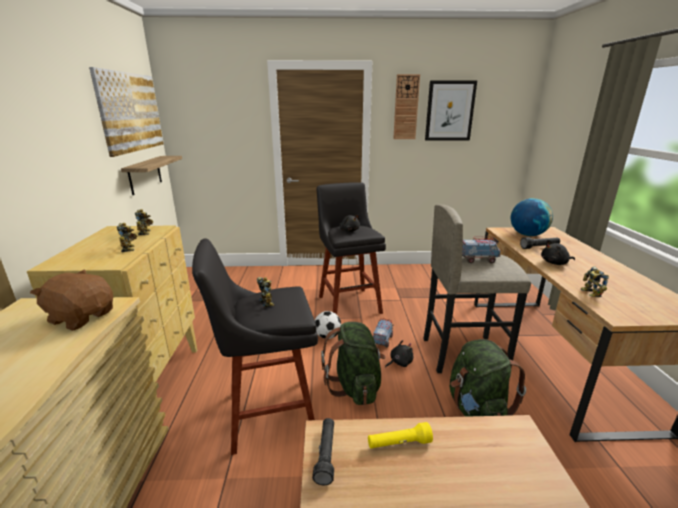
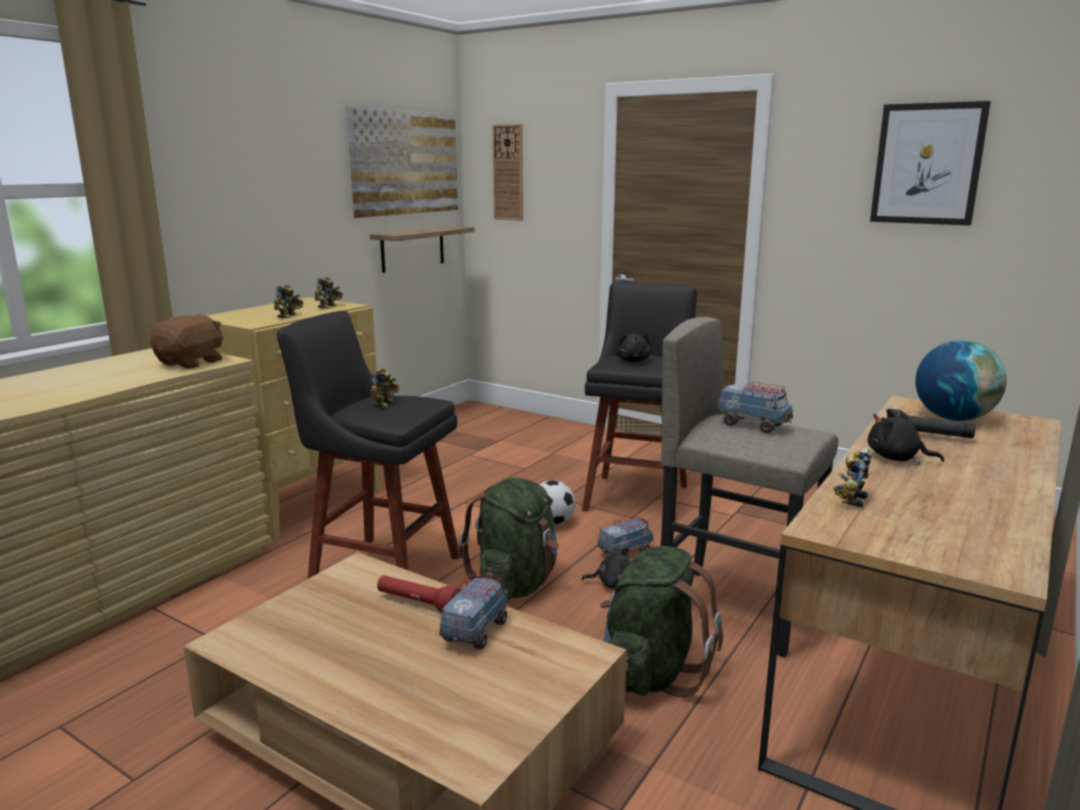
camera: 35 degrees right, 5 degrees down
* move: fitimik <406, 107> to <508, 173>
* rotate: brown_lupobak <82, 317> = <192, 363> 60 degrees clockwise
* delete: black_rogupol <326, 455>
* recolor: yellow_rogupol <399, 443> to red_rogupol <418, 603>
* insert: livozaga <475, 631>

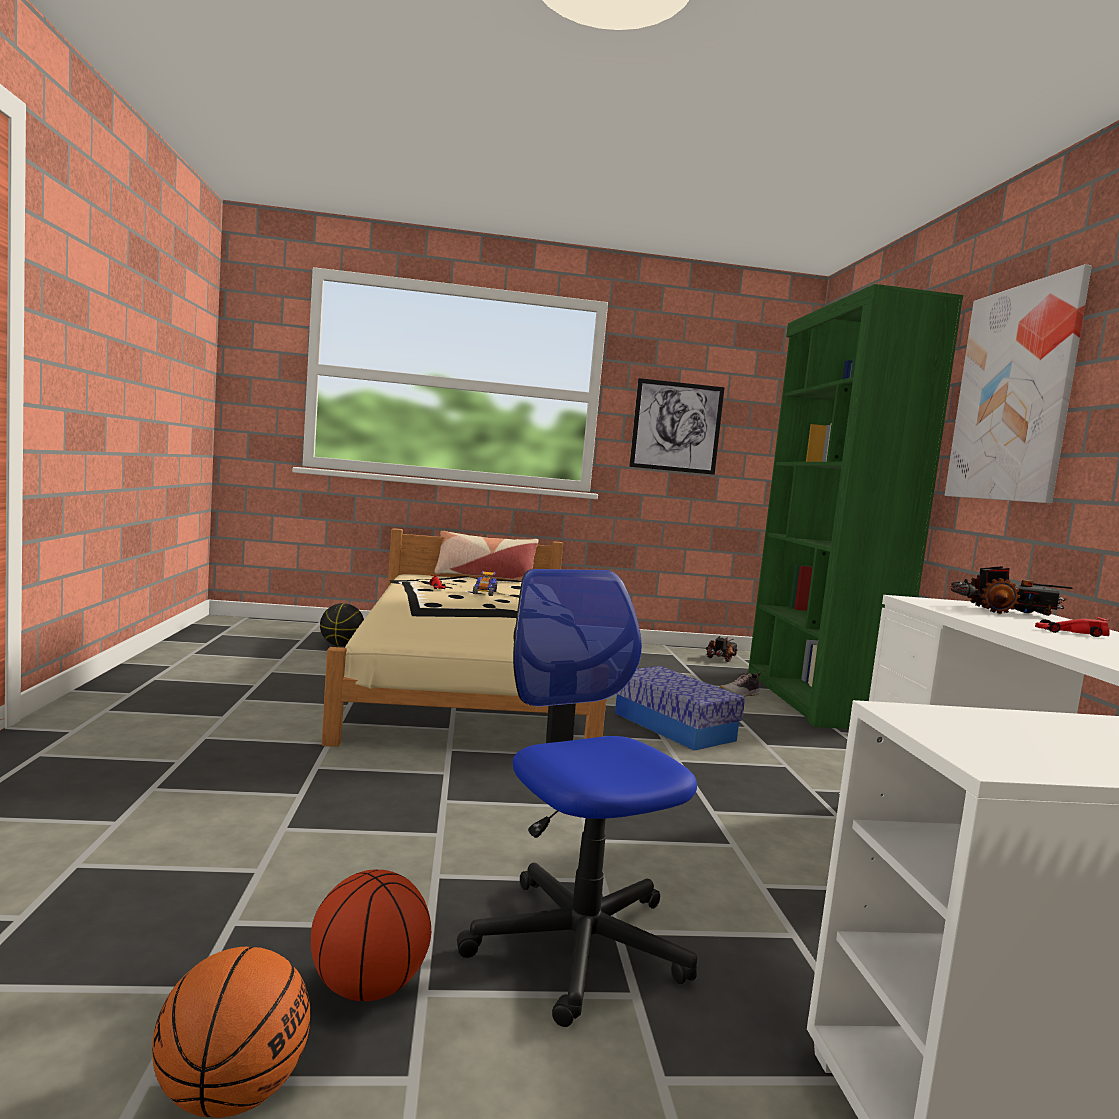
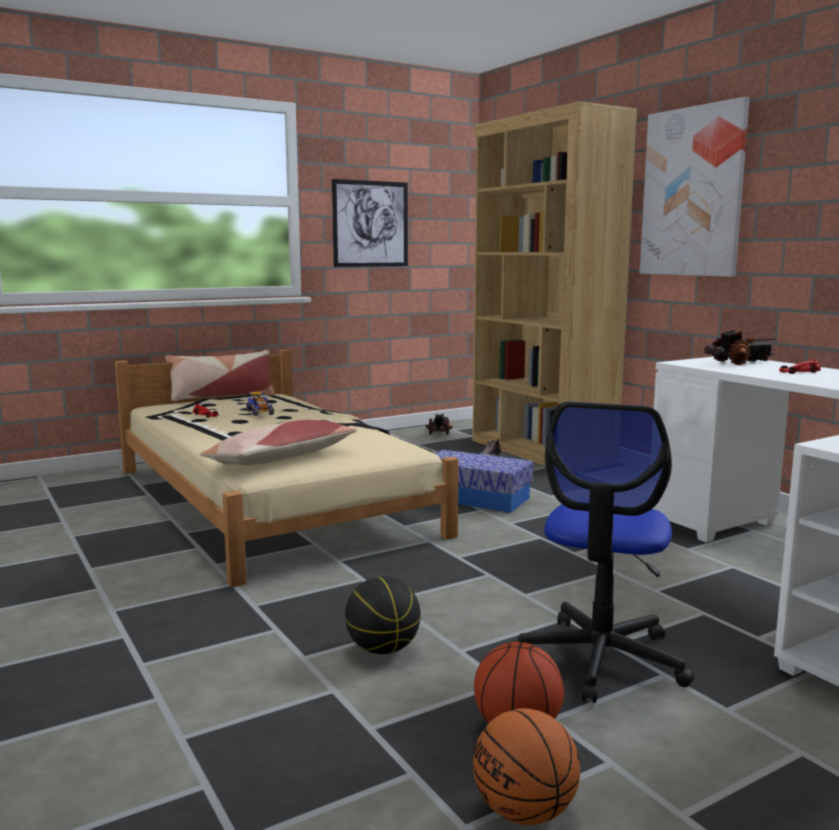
camera: 25 degrees left, 5 degrees up
* recolor: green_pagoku <813, 699> to brown_pagoku <540, 452>
* rotate: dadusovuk <578, 943> = <600, 659> 105 degrees counterclockwise
* move: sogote <341, 645> to <383, 649>
* insert: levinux <281, 459>

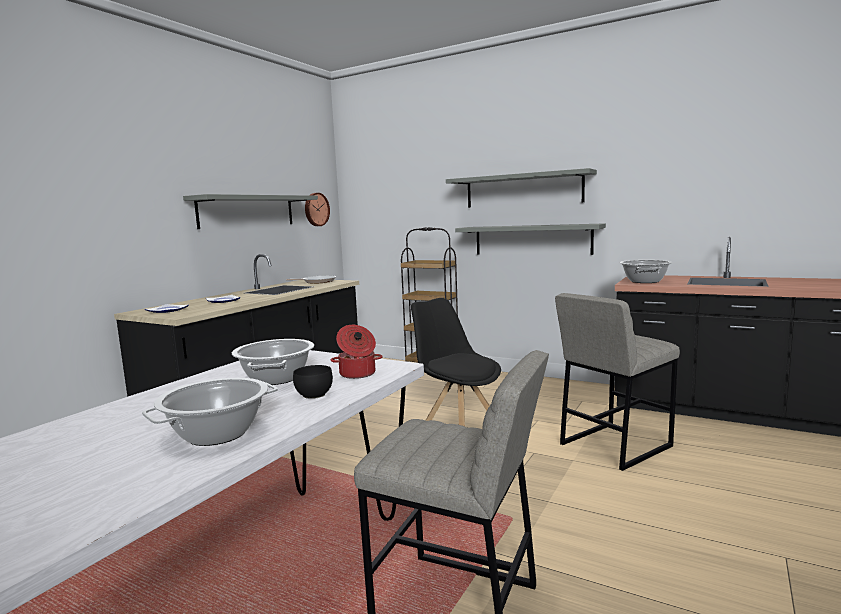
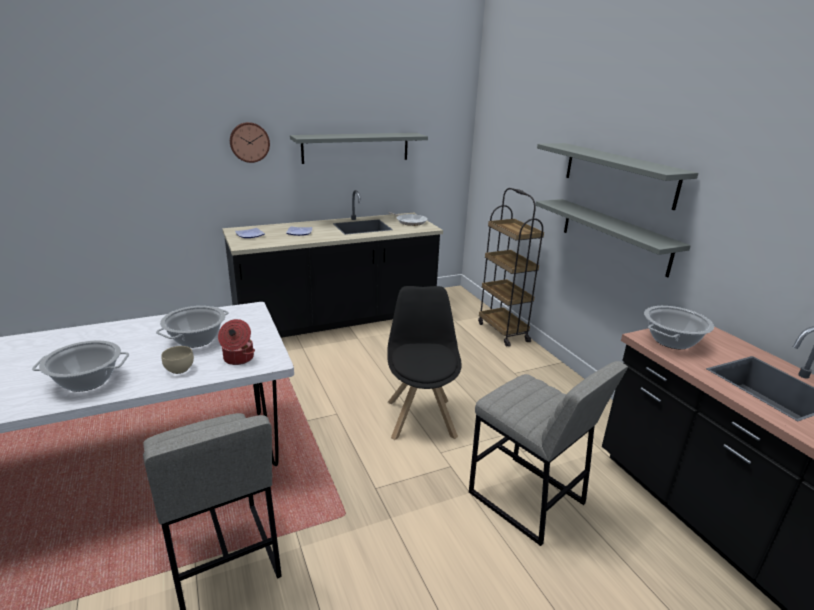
camera: 35 degrees right, 15 degrees up
* move: fitimik <316, 209> to <249, 142>
* rotate: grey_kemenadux <613, 446> = <529, 499> 135 degrees counterclockwise
* recolor: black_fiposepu <313, 396> to beige_fiposepu <178, 370>

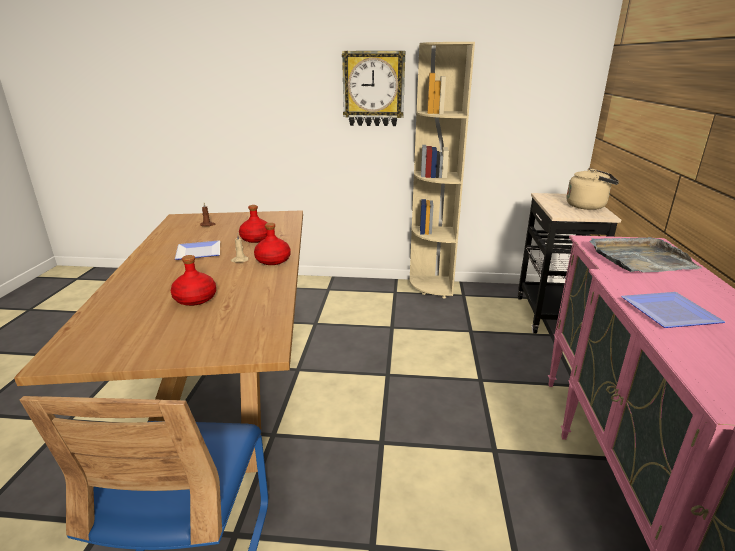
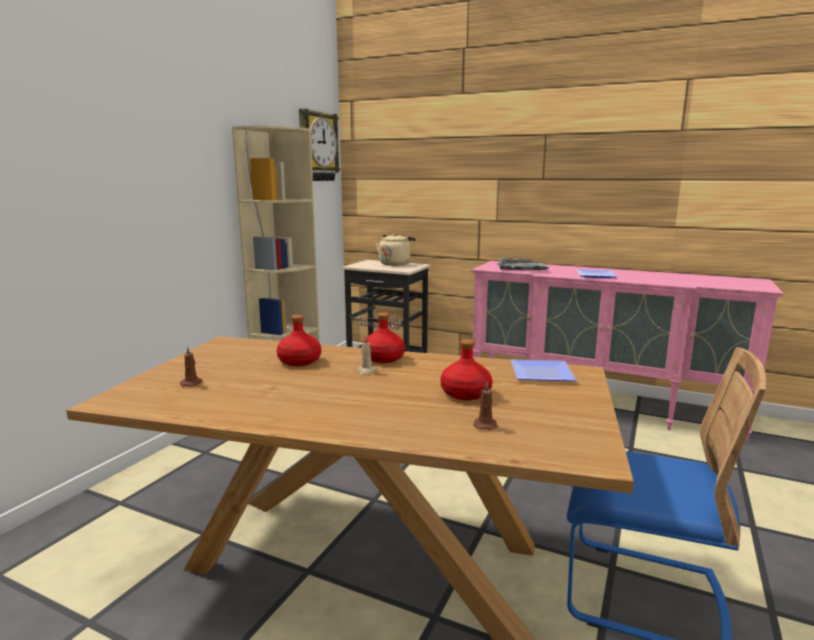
camera: 70 degrees left, 10 degrees down
* move: fitimik <373, 89> to <317, 146>
* move: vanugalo <197, 252> to <540, 374>
* insert: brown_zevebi <485, 425>

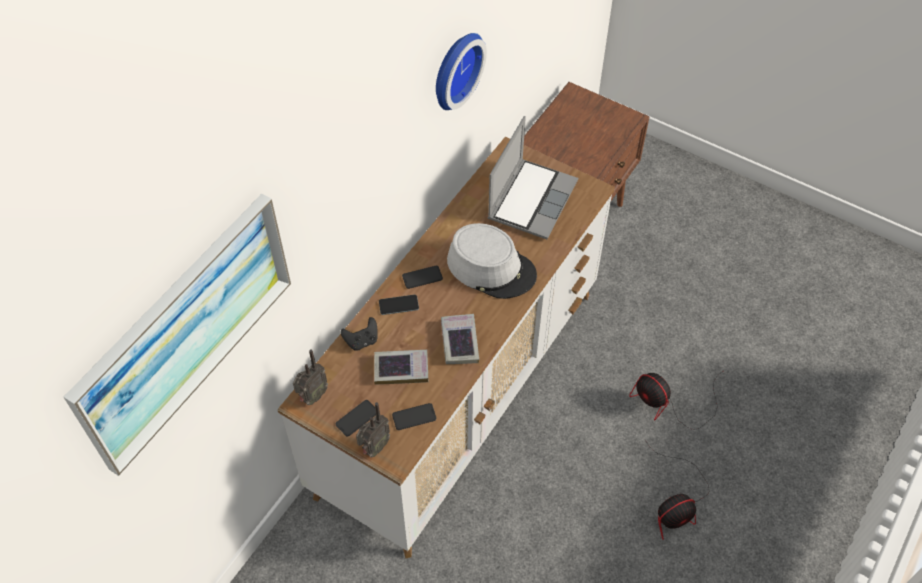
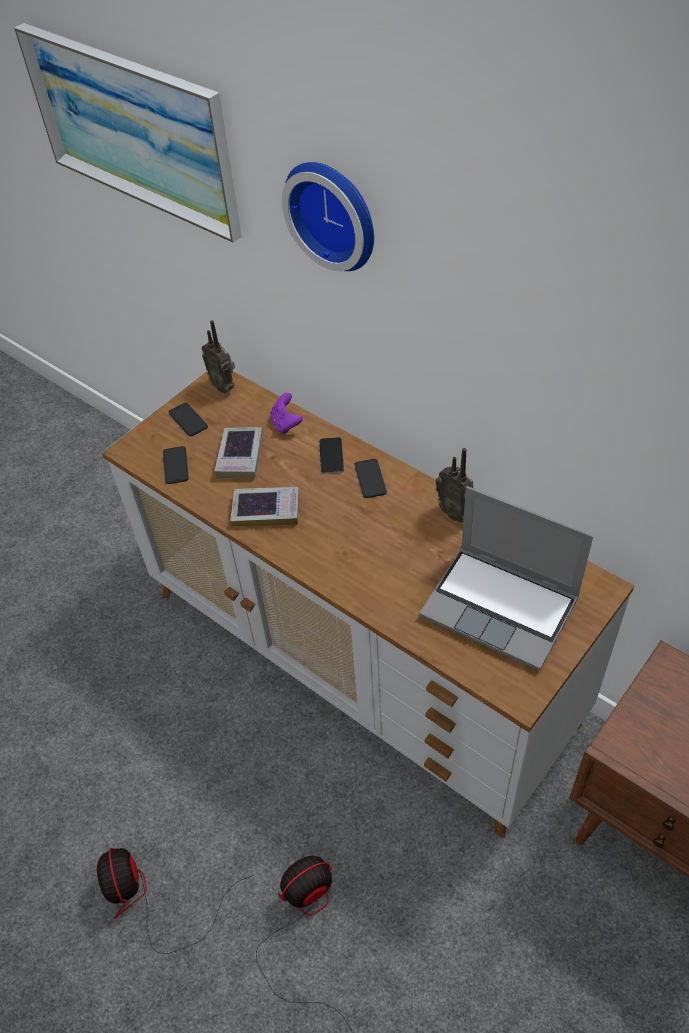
camera: 100 degrees right, 5 degrees down
* move: fitimik <454, 69> to <335, 213>
* delete: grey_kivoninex <491, 268>
* recolor: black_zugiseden <362, 341> to purple_zugiseden <286, 424>
* move: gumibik <374, 448> to <455, 512>

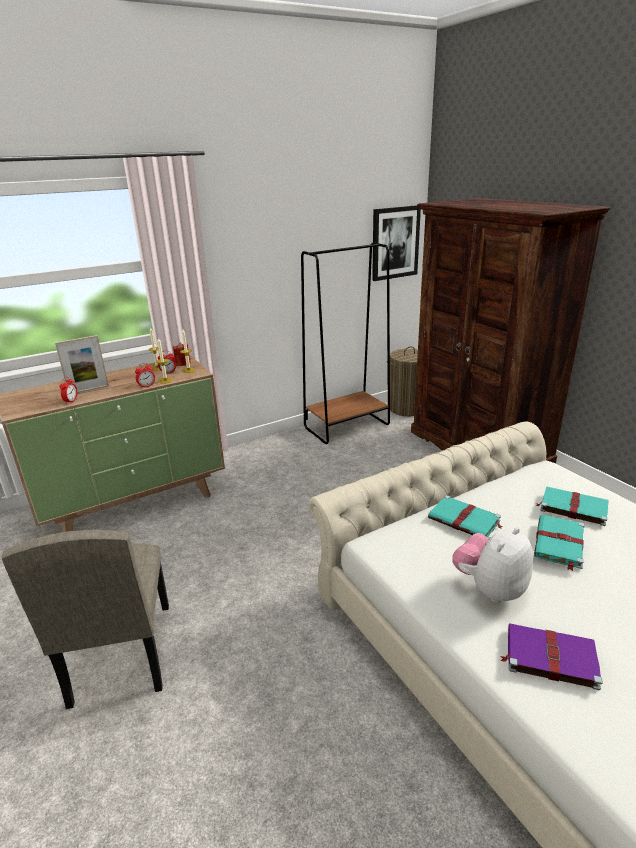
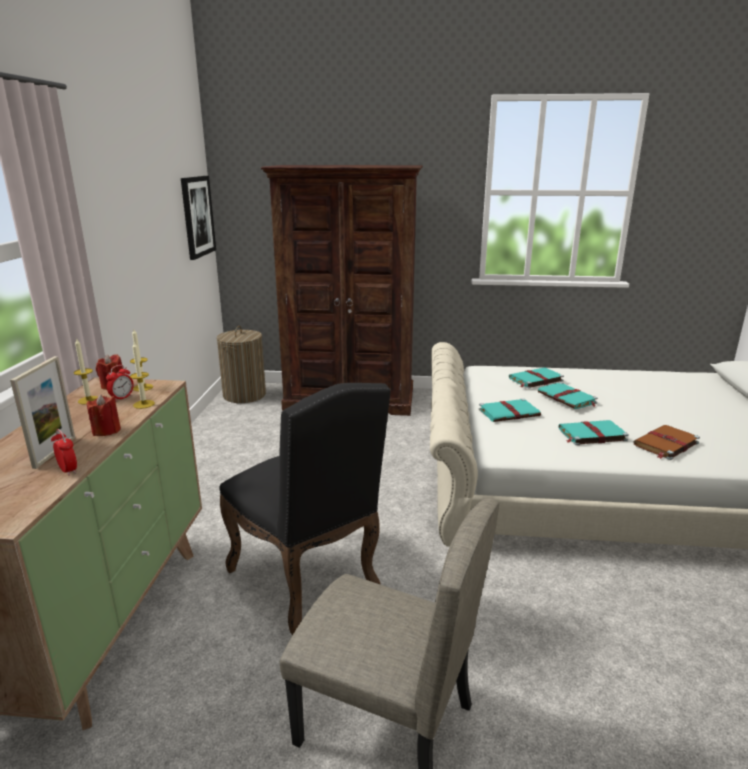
camera: 55 degrees left, 5 degrees down
* delete: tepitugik <346, 427>
* delete: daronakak <147, 386>
* replace: lupobak <490, 588> to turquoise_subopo <591, 434>
* recolor: purple_subopo <549, 657> to brown_subopo <665, 444>
* insert: black_kemenadux <308, 580>
* insert: red_zevebi <106, 431>

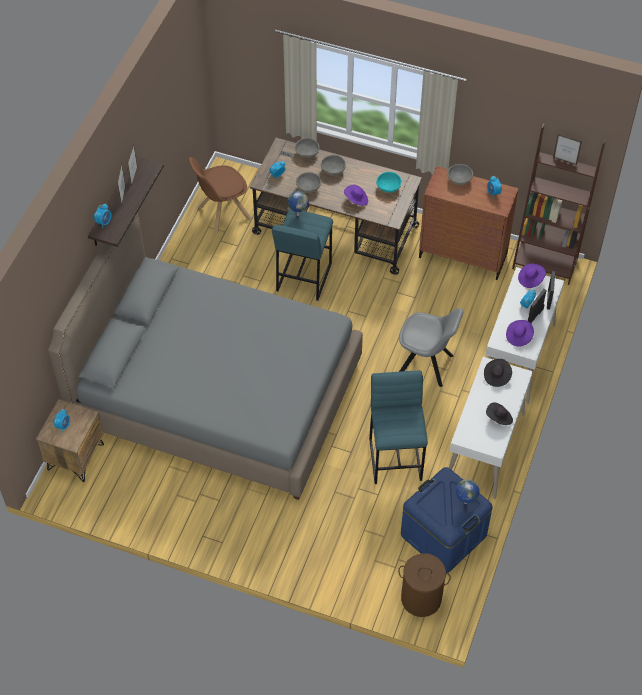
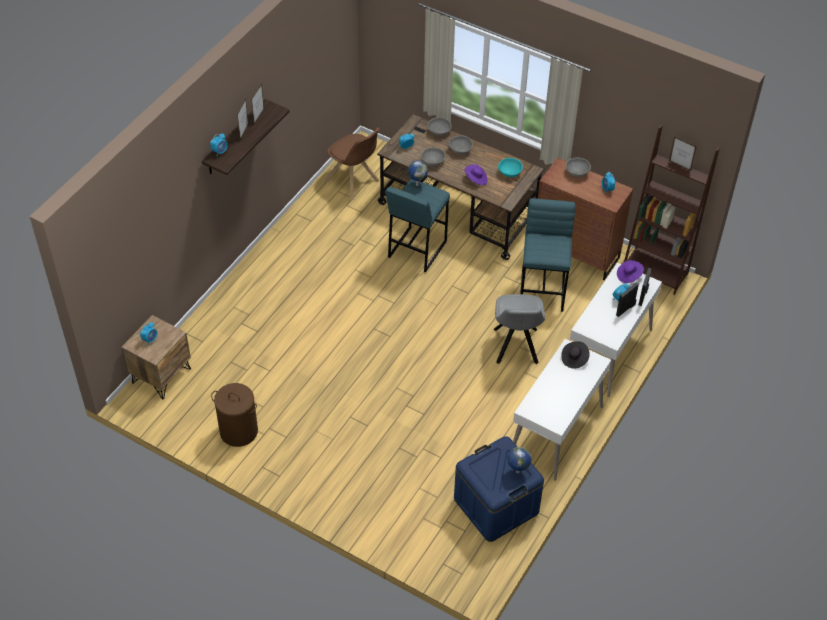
camera: 10 degrees right, 5 degrees down
* rotate: brown_kemenadux <222, 214> = <354, 182> 120 degrees counterclockwise
* delete: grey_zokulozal <217, 393>
* rotate: grey_kemenadux <426, 365> = <516, 346> 60 degrees clockwise
* delete: purple_kivoninex <519, 336>
* move: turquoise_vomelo <395, 457> to <542, 290>
* delete: black_kivoninex <499, 418>
* move: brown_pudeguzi <420, 598> to <238, 431>

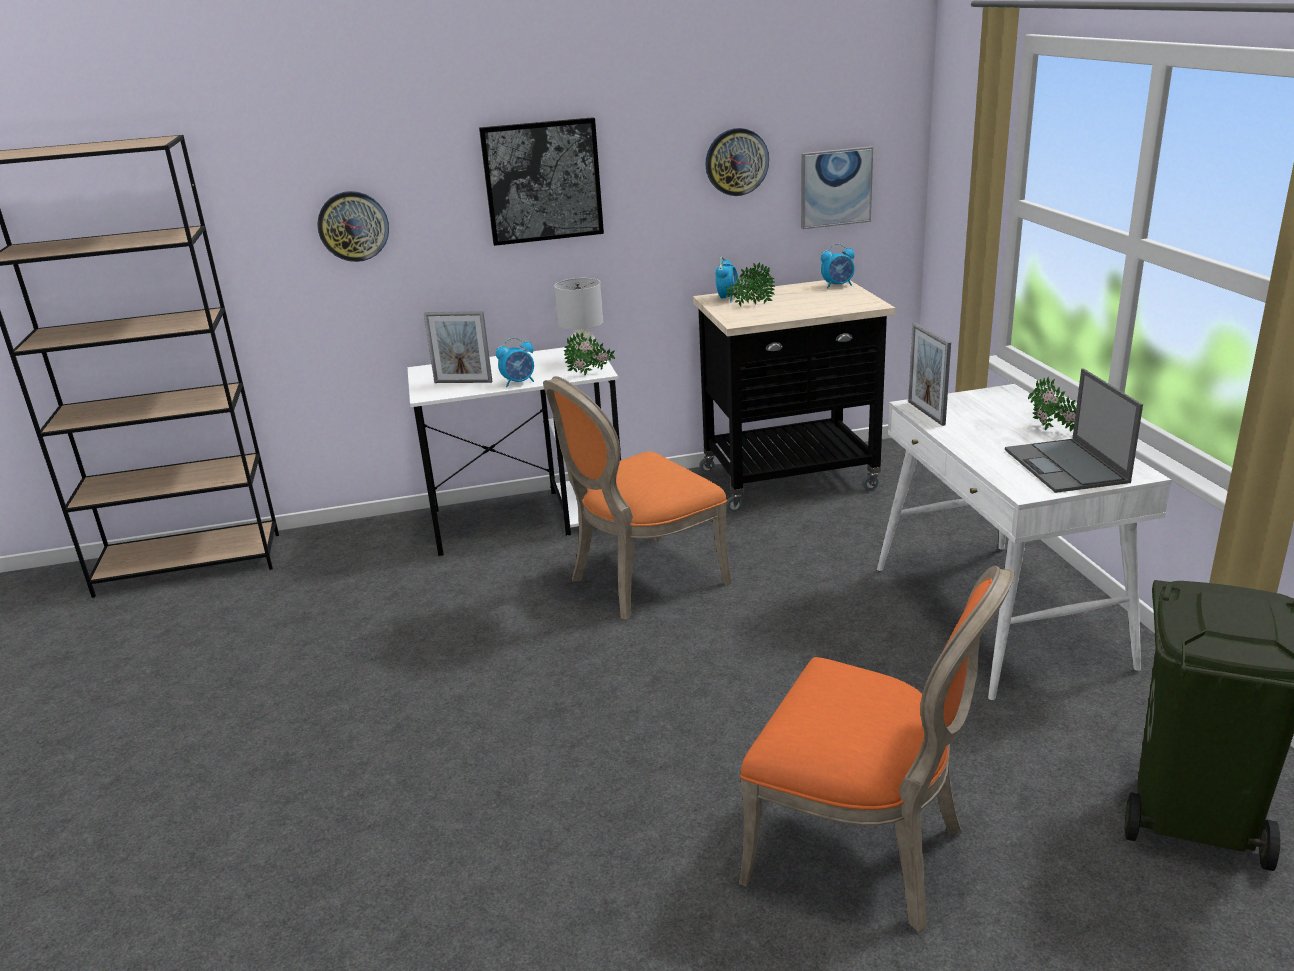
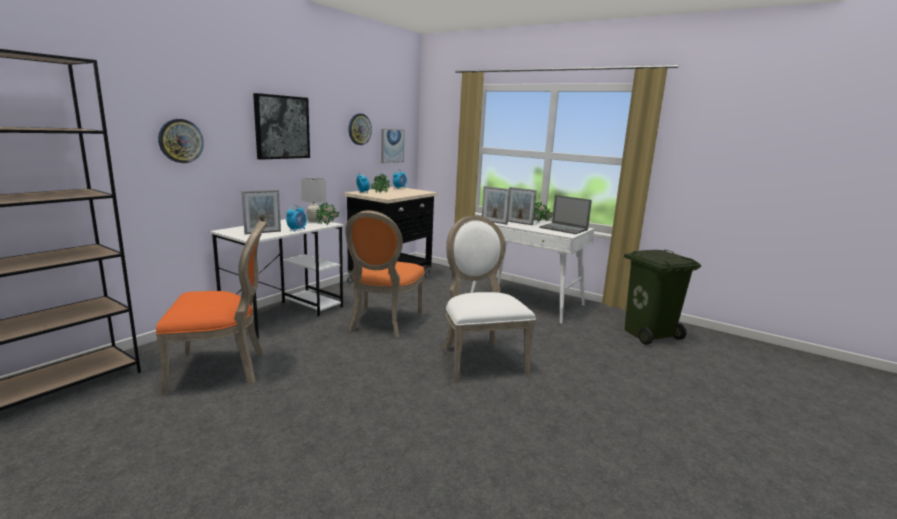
camera: 45 degrees left, 10 degrees down
* move: orange_kemenadux <865, 852> to <222, 370>
* insert: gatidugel <519, 223>
* insert: white_kemenadux <479, 359>

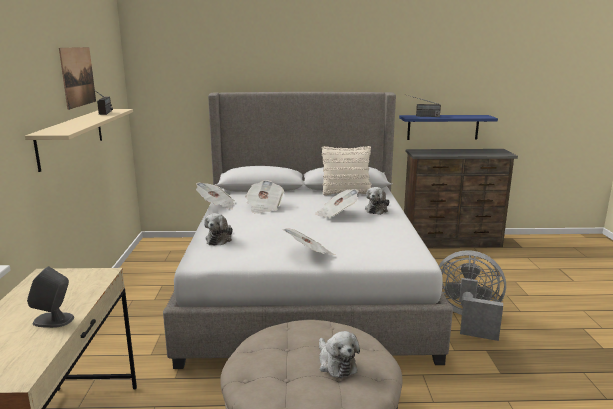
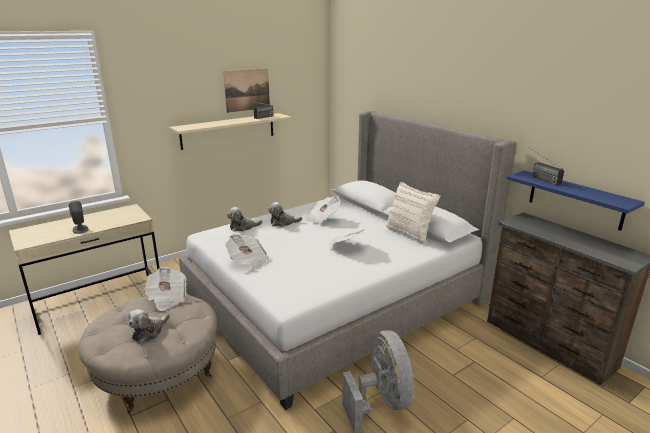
camera: 55 degrees right, 5 degrees up
* move: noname <216, 206> to <167, 298>
* move: lupobak <377, 210> to <283, 223>

